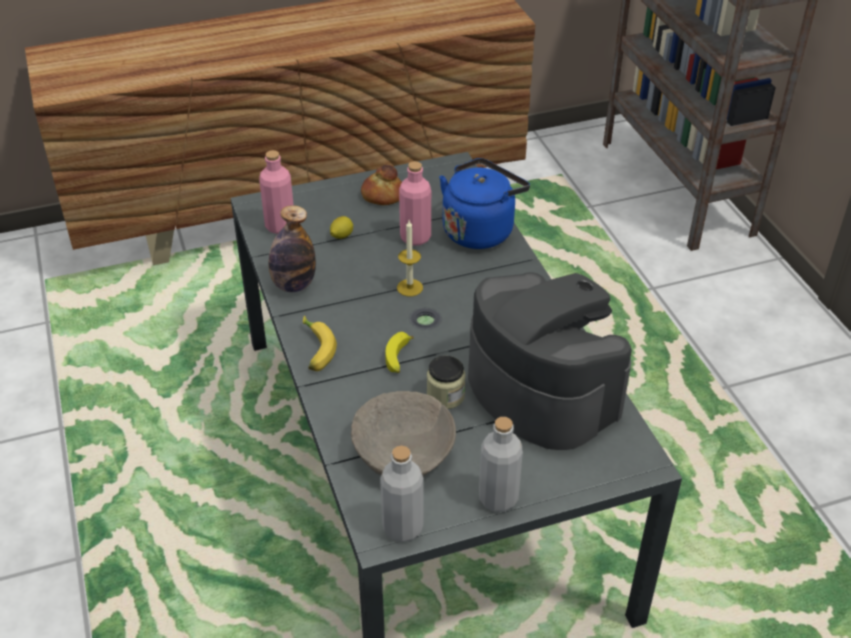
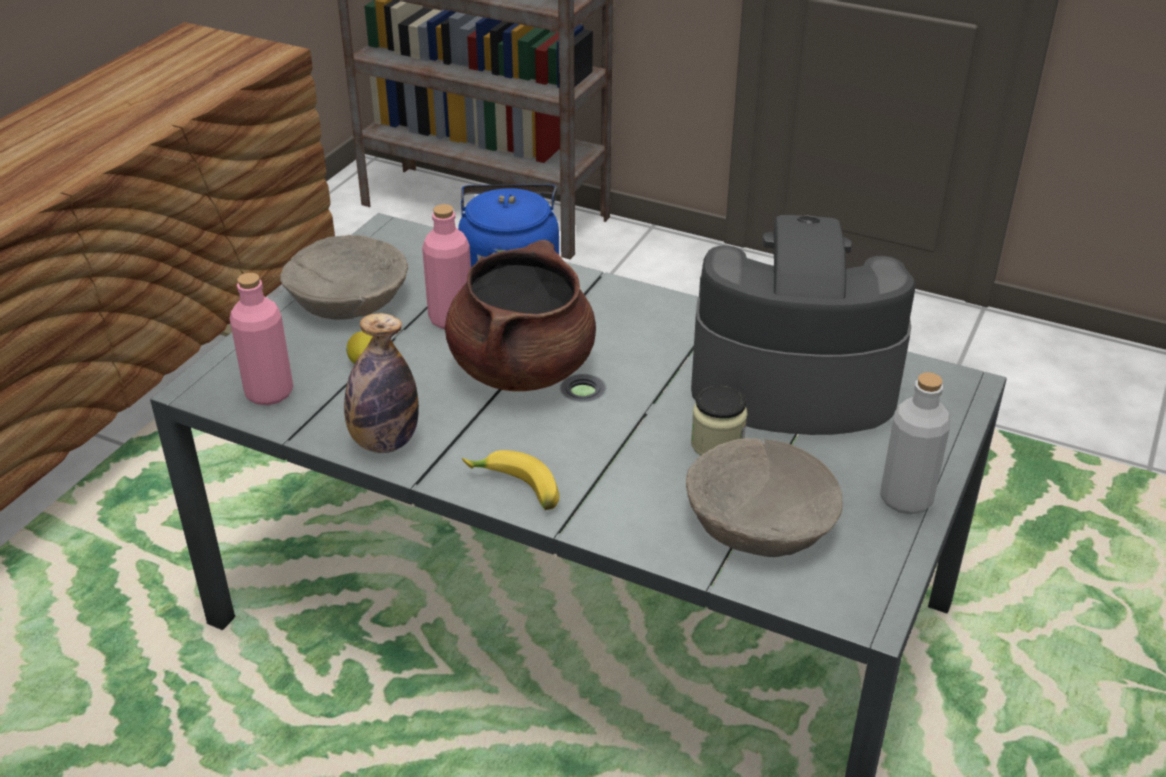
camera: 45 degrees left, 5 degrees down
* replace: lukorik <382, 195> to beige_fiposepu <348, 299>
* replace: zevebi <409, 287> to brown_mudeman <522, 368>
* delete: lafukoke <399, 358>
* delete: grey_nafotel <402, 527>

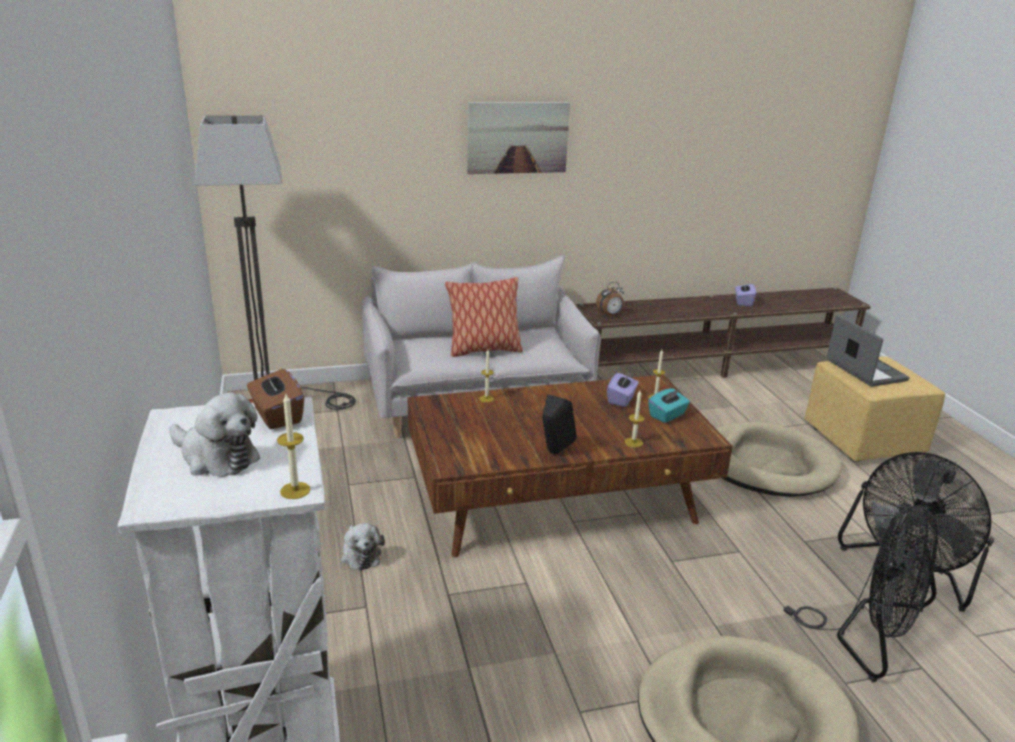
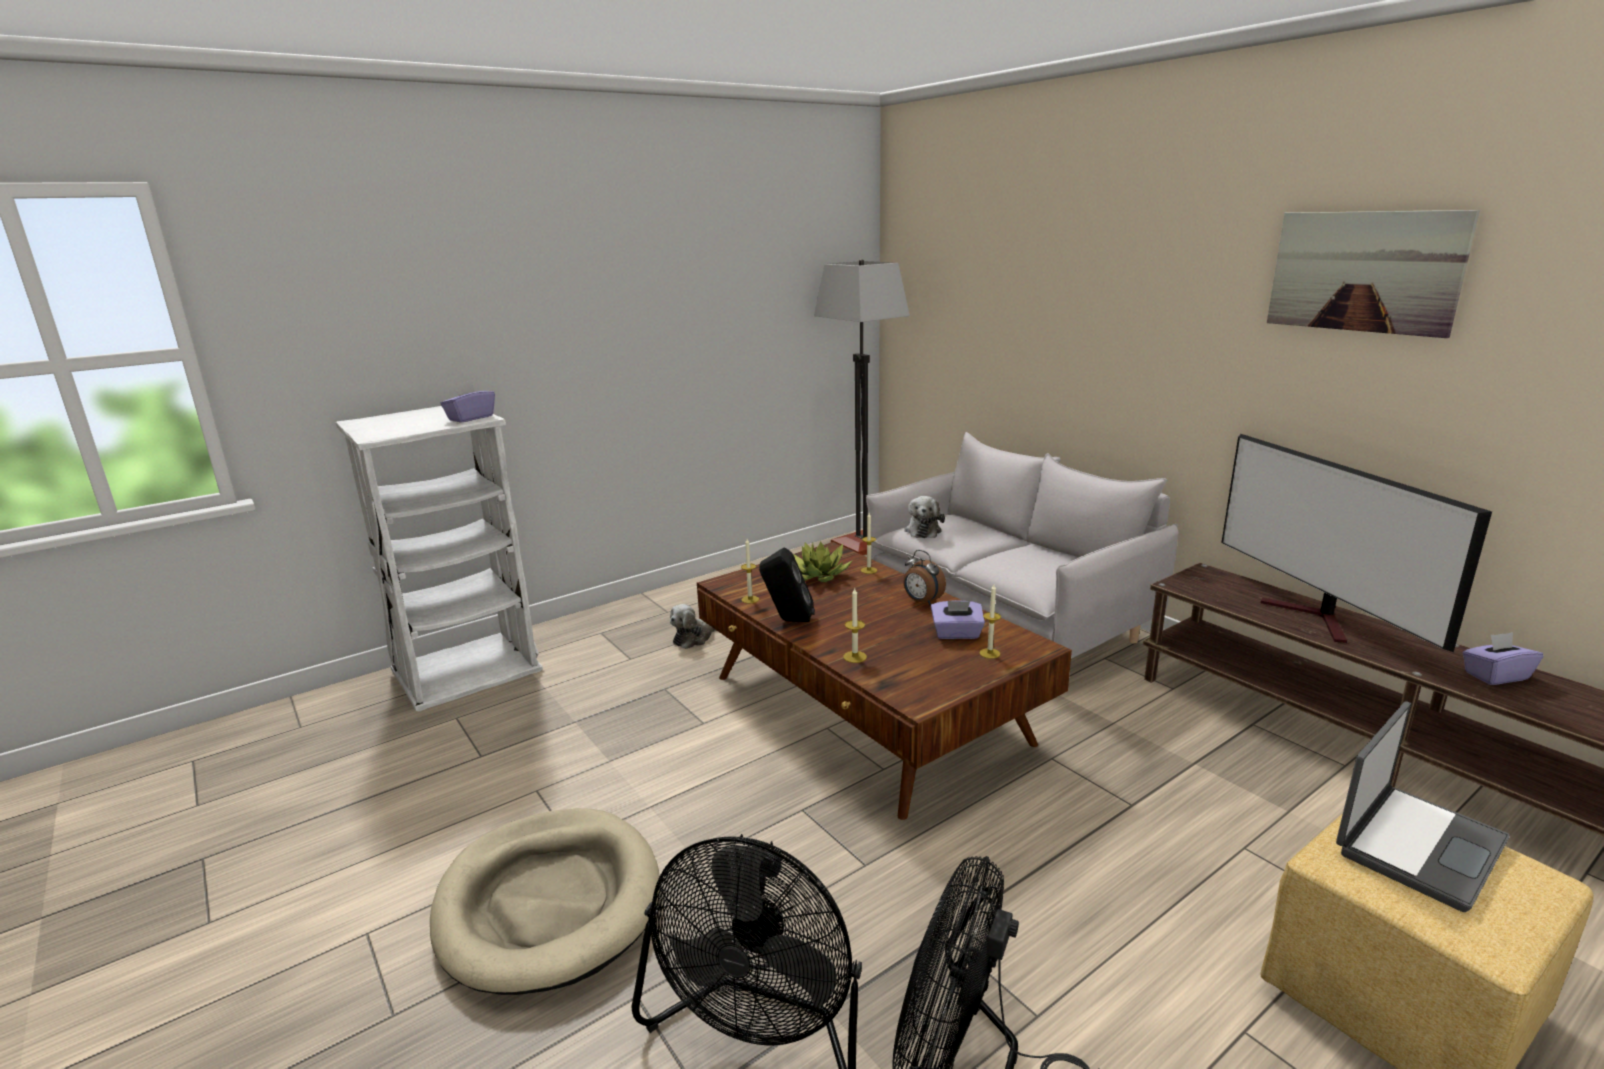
camera: 70 degrees right, 5 degrees down
* move: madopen <517, 137> to <1364, 271>
* delete: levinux <484, 350>
* move: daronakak <609, 315> to <922, 601>
* recolor: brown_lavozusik <277, 415> to purple_lavozusik <470, 418>
* delete: turquoise_lavozusik <667, 415>
* move: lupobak <216, 457> to <923, 530>
* move: zevebi <295, 490> to <750, 599>
* delete: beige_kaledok <766, 465>
* insert: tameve <1317, 619>
* insert: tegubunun <815, 575>

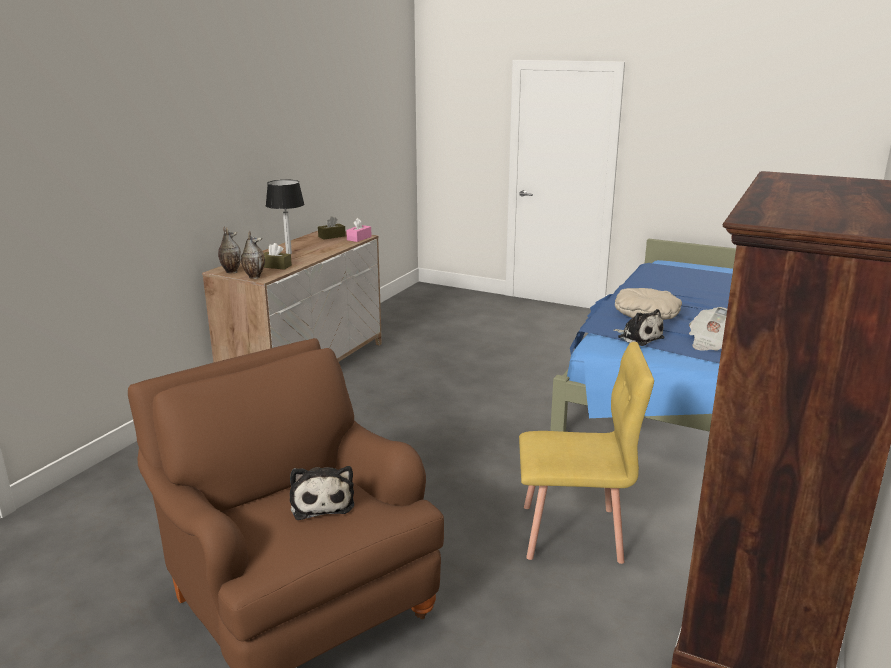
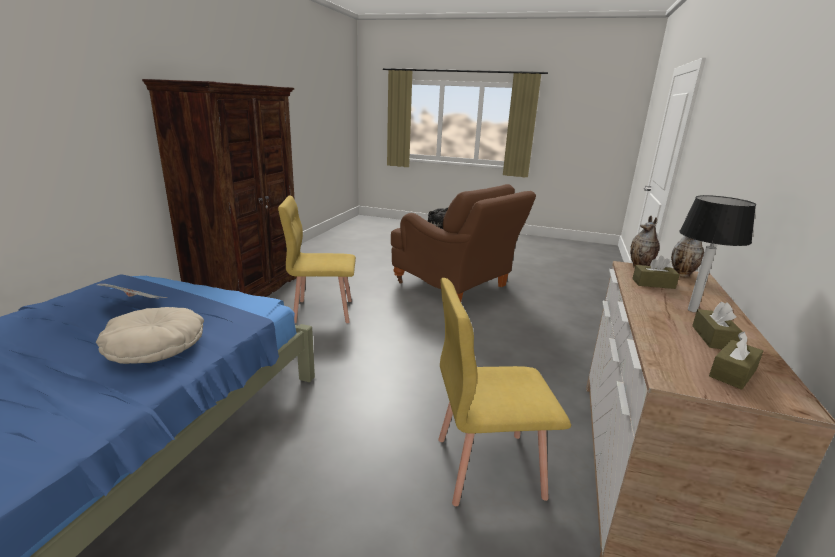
camera: 170 degrees right, 0 degrees up
* delete: pink_lavozusik <359, 238>
* delete: lupobak <638, 337>
* insert: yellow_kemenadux <487, 466>
* insert: brown_lavozusik <713, 338>

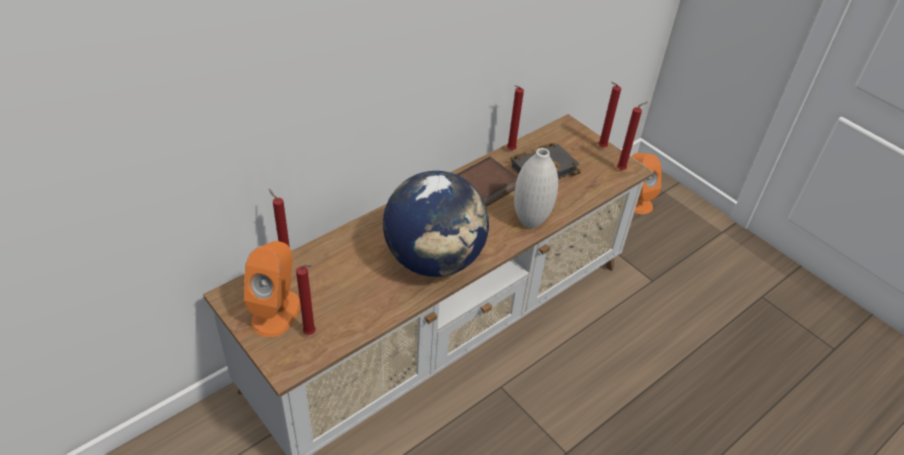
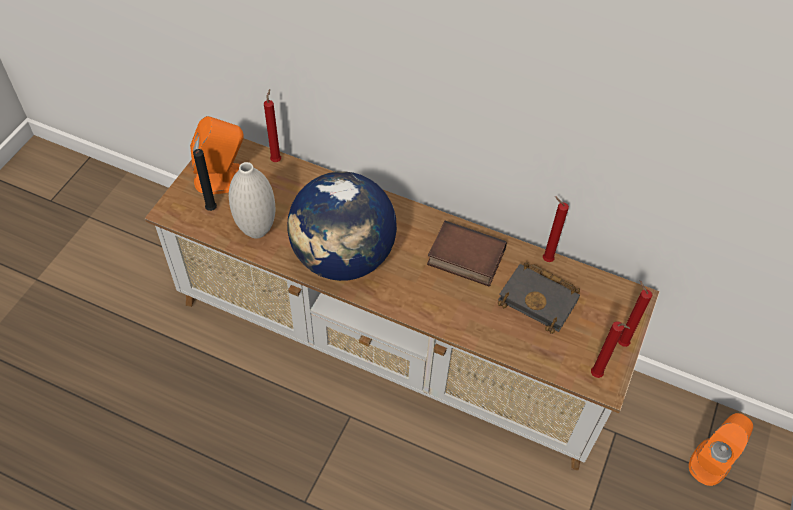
camera: 65 degrees right, 10 degrees up
* move: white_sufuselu <530, 221> to <257, 230>
* recolor: red_zevebi <311, 334> to black_zevebi <211, 210>

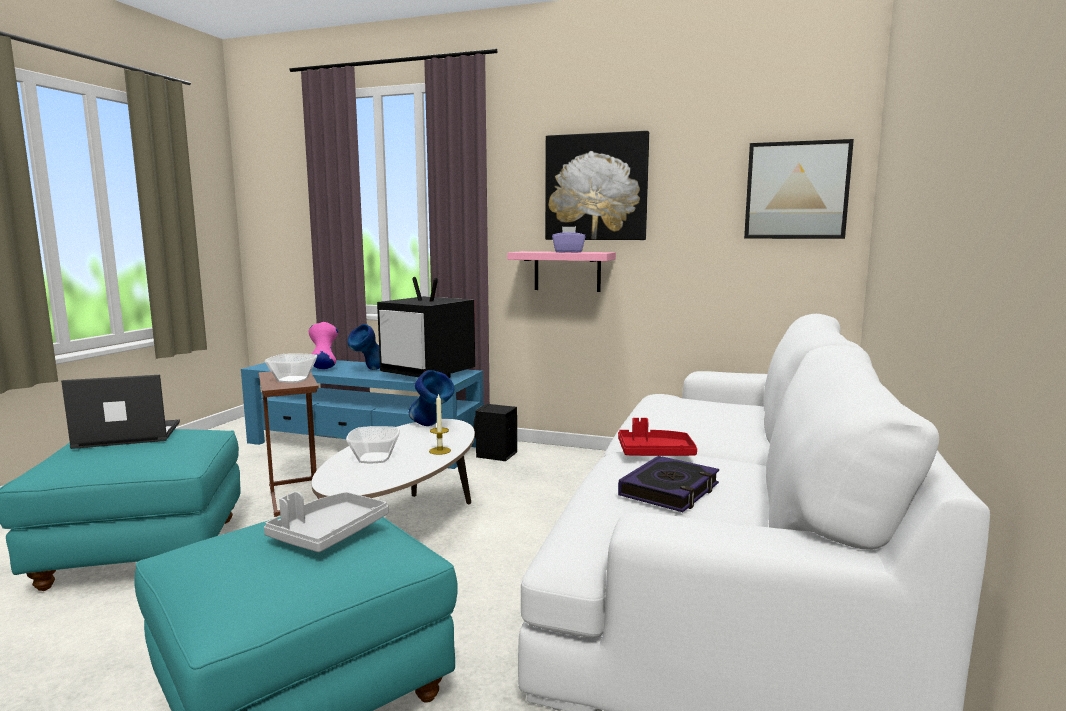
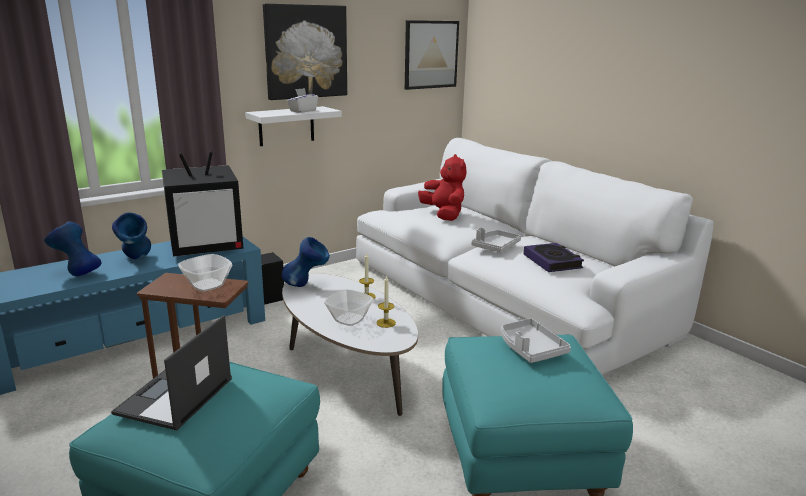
camera: 55 degrees left, 10 degrees up
* recolor: purple_lavozusik <568, 252> to white_lavozusik <302, 111>
* recolor: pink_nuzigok <567, 271> to white_nuzigok <286, 126>
* recolor: pink_sufuselu <324, 368> to blue_sufuselu <77, 274>
* recolor: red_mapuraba <654, 453> to grey_mapuraba <495, 247>
* insert: red_lupobak <444, 215>
* insert: zevebi <386, 323>

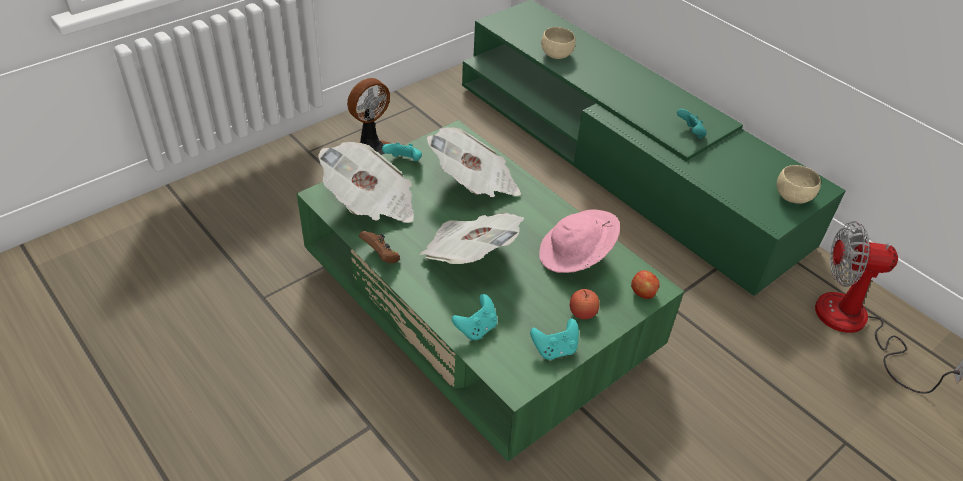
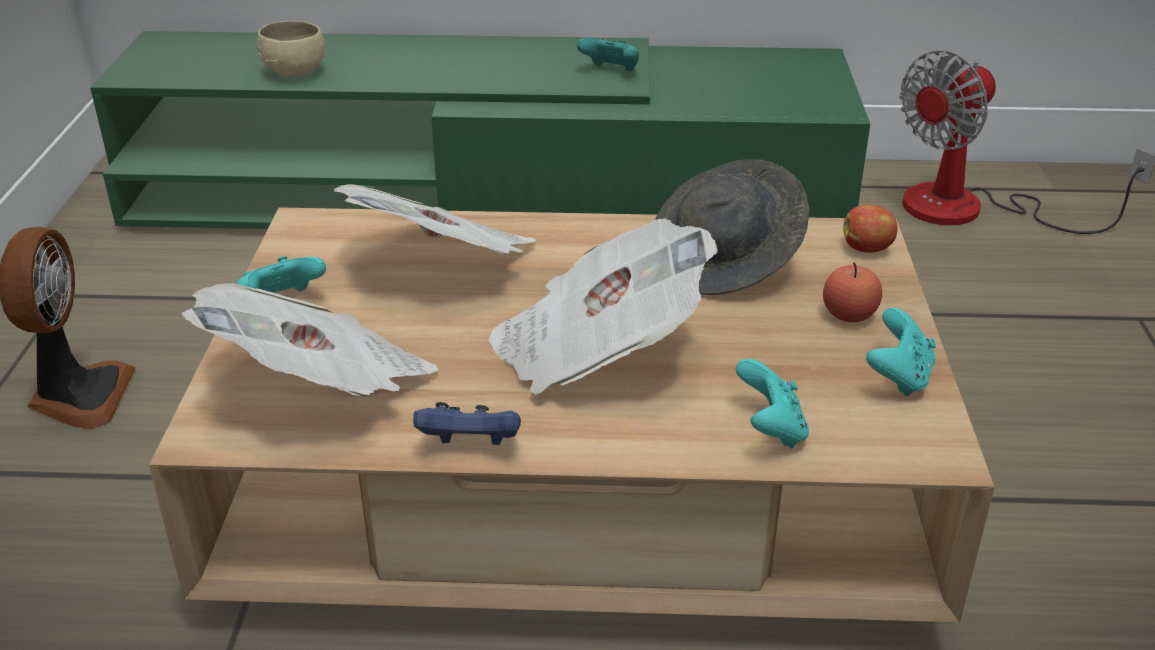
camera: 45 degrees left, 10 degrees down
* recolor: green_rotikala <477, 307> to brown_rotikala <577, 485>
* delete: beige_fiposepu <792, 196>
* recolor: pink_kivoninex <576, 256> to grey_kivoninex <726, 261>
* recolor: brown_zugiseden <381, 256> to blue_zugiseden <471, 445>

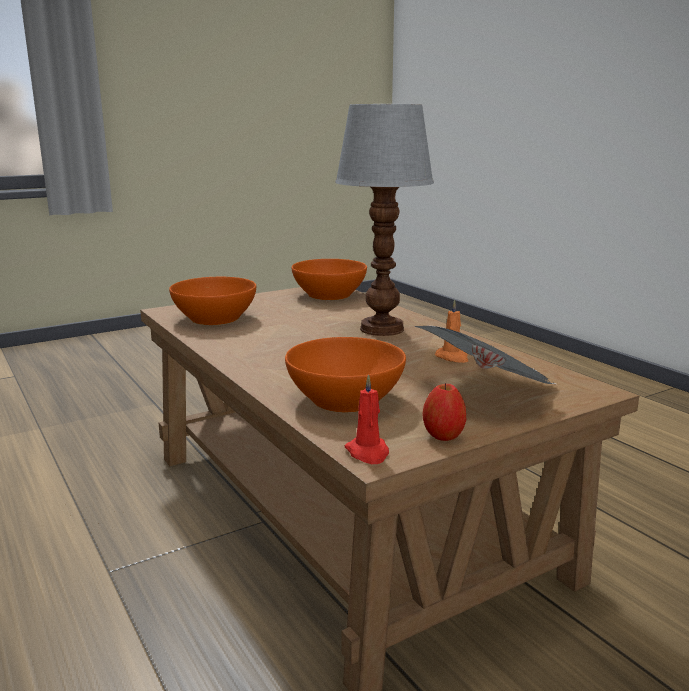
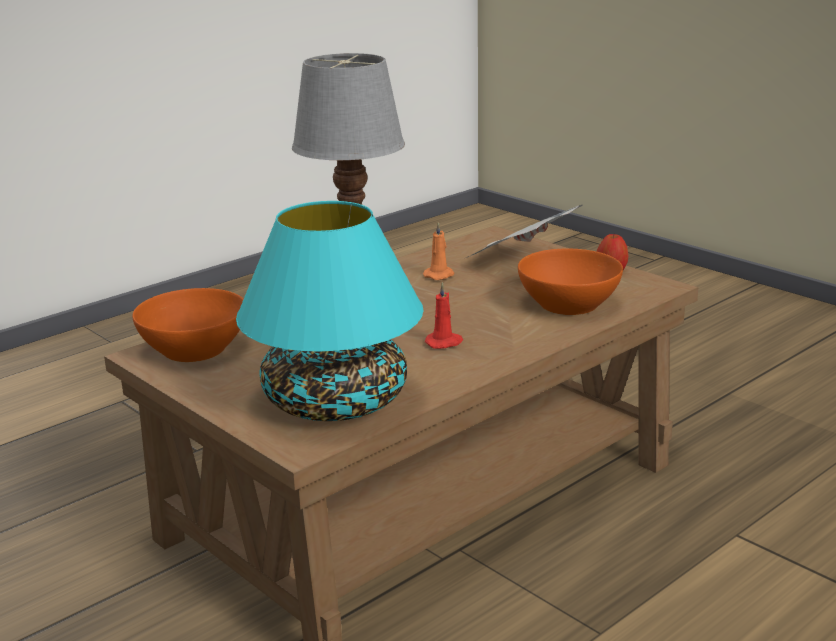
camera: 100 degrees left, 5 degrees up
* replace: orange_fiposepu <214, 318> to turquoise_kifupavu <336, 402>
* move: red_zevebi <368, 453> to <444, 342>

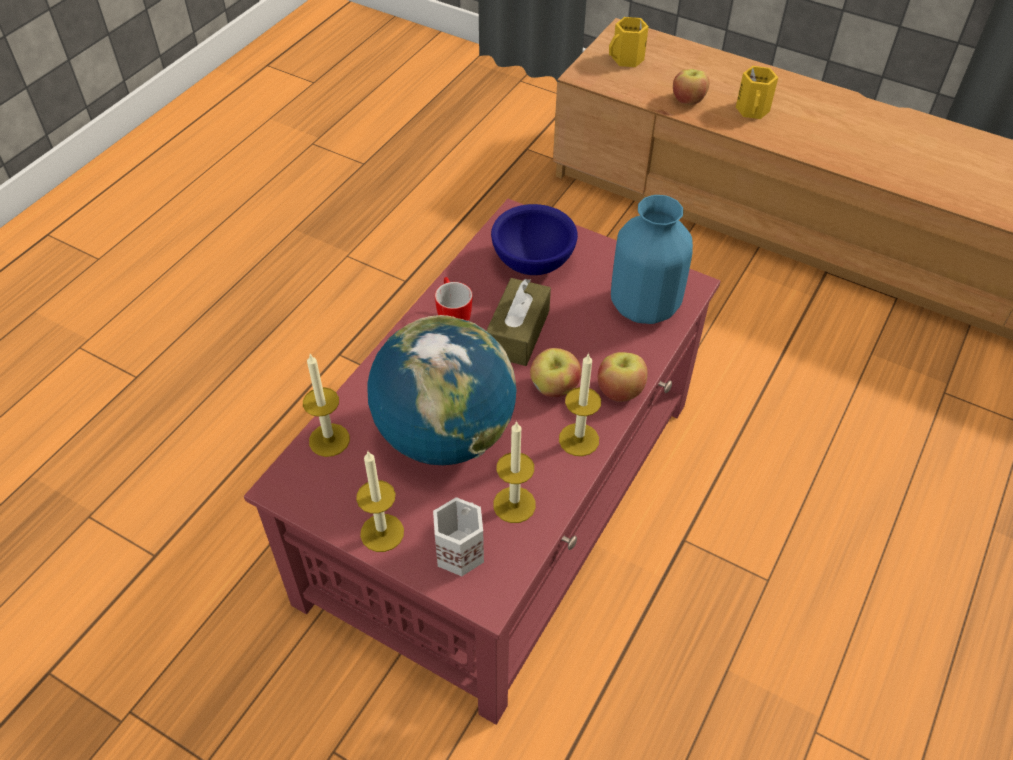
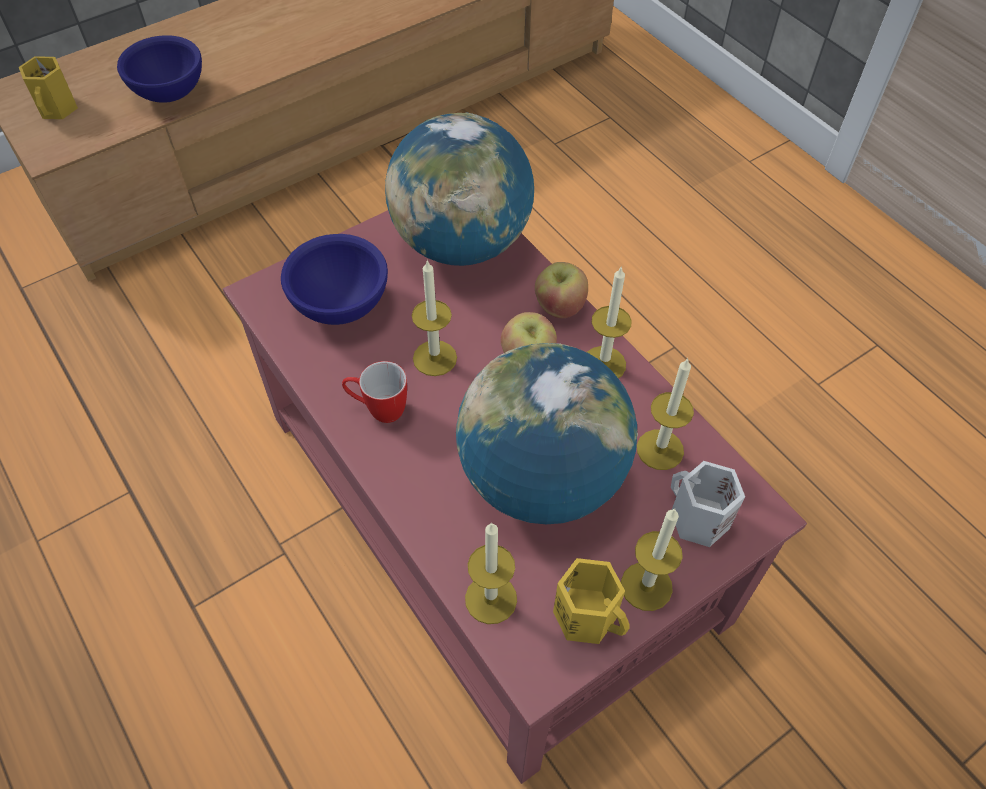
camera: 65 degrees left, 5 degrees up
* move: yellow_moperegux <753, 110> to <588, 615>
* replace: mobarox <688, 100> to blue_fiposepu <168, 93>
* replace: blue_sufuselu <643, 306> to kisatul <461, 243>
* replace: brown_lavozusik <518, 333> to zevebi <435, 358>

